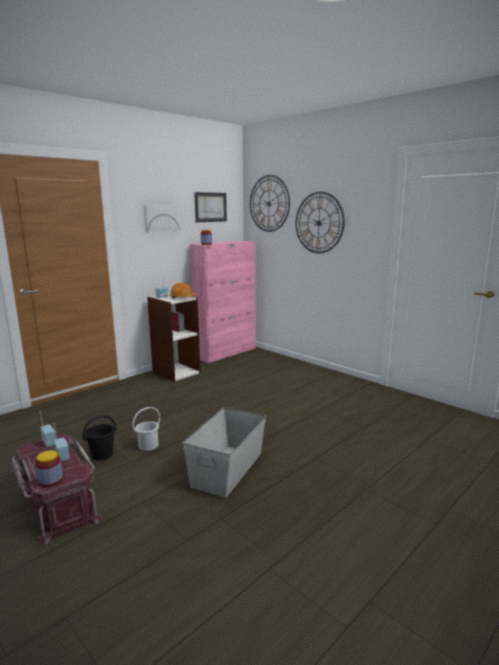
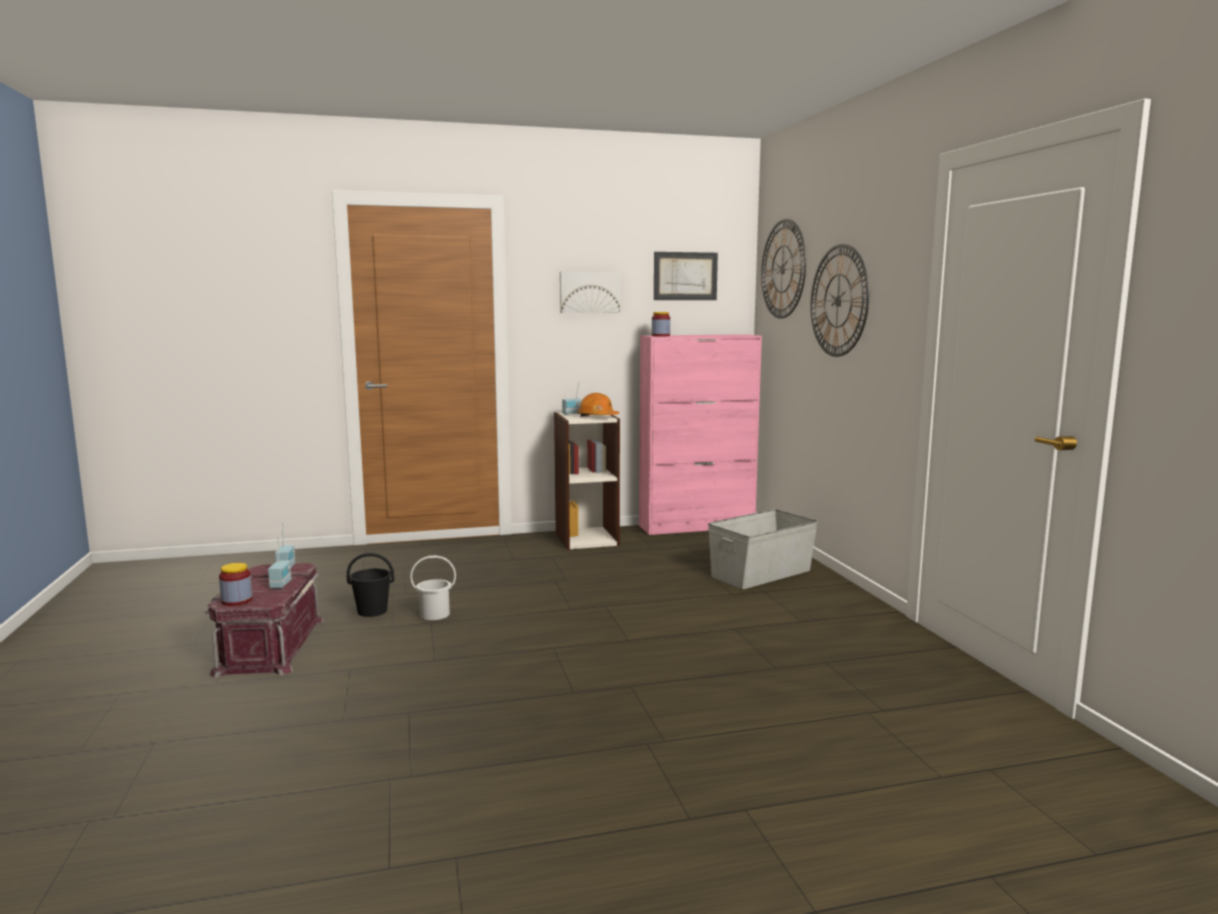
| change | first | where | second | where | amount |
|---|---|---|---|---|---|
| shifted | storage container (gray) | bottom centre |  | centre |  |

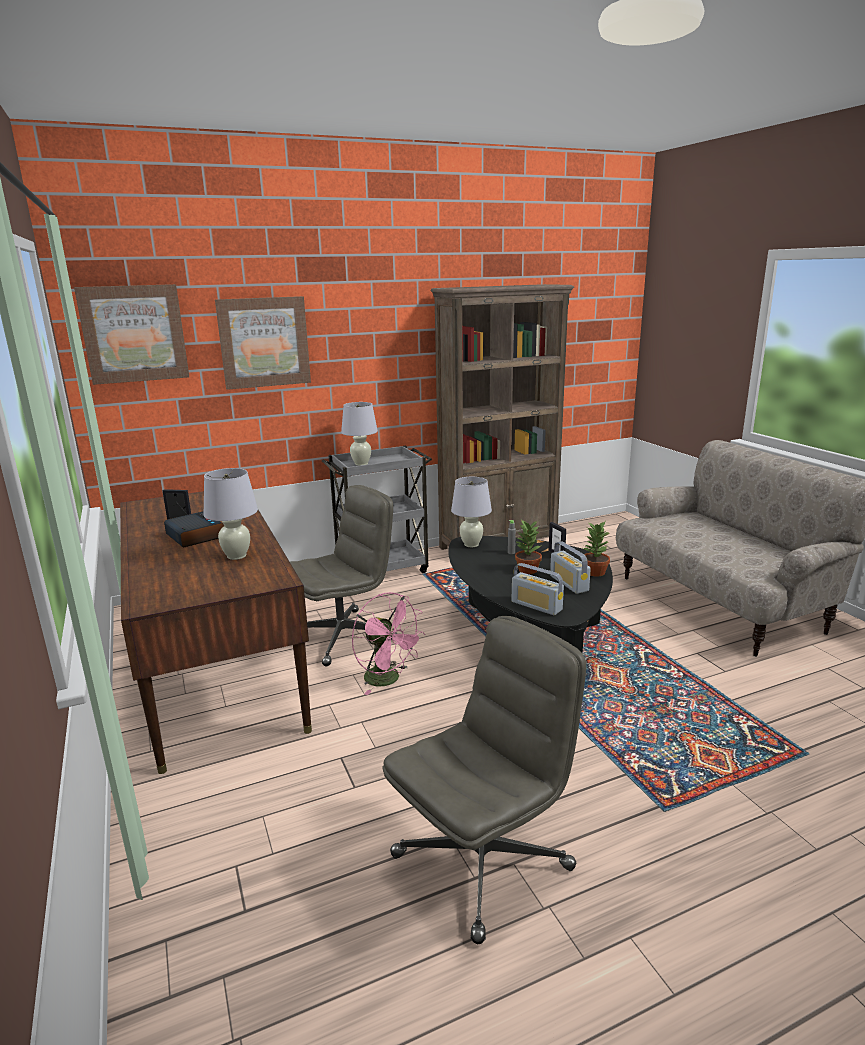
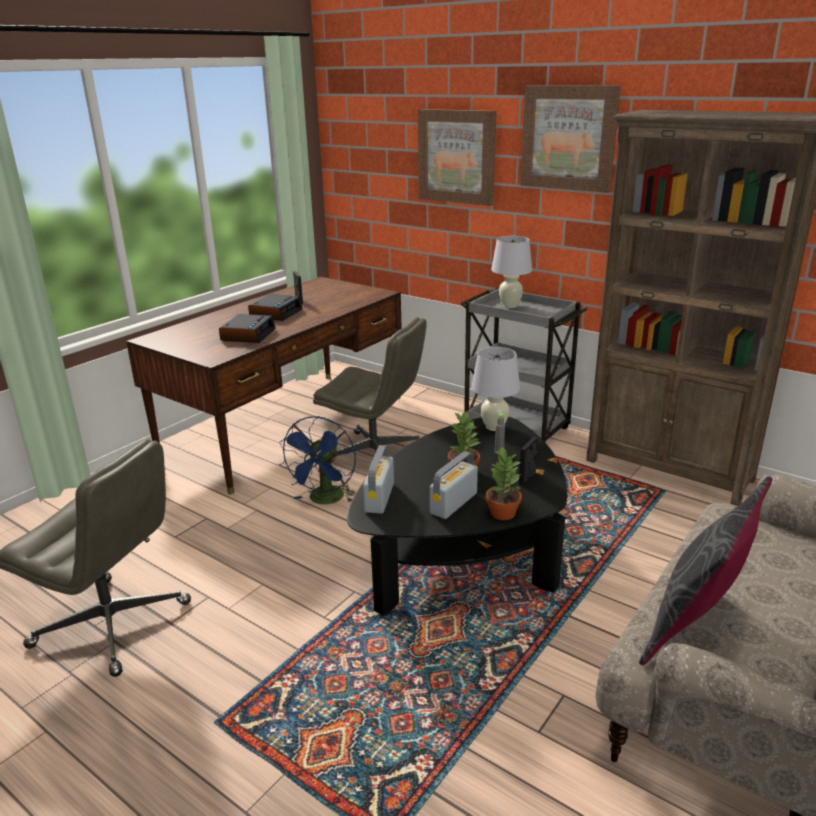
| change | first | where | second | where | amount |
|---|---|---|---|---|---|
| shifted | wall picture (no. 1 from left in the first image) | top left | wall picture (no. 2 from left) | top right |  |
| swapped | tabletop lamp (whitish) (no. 1 from left) | middle left | table clock (no. 1 from left) | middle left |  |
| repainted | fan (pinkish) | centre | fan (blue-coloured) | centre |  |
| new |  |  | pillow (gray) | bottom right |  |

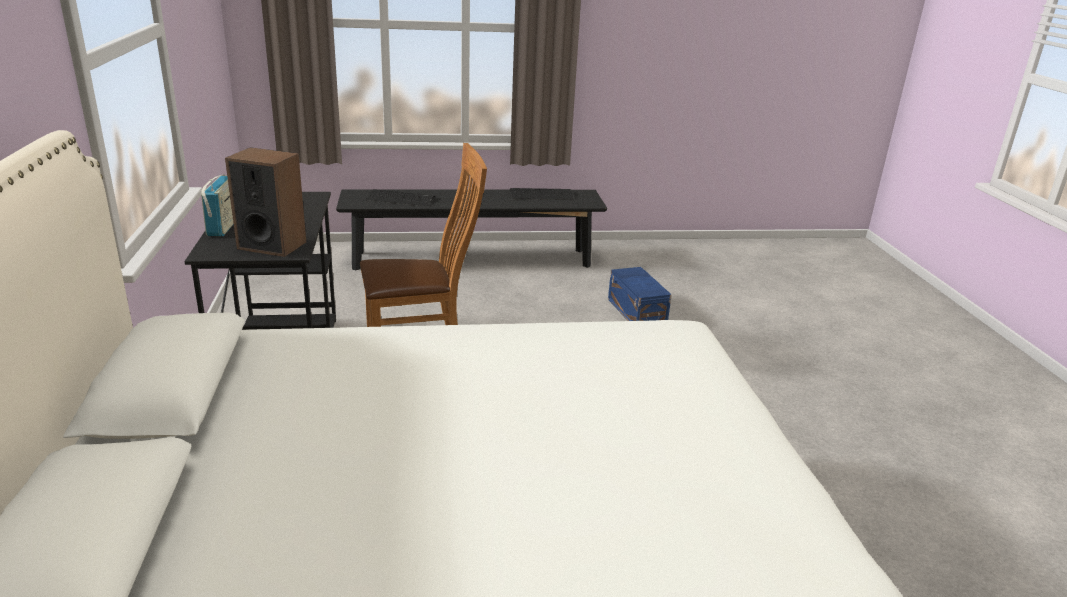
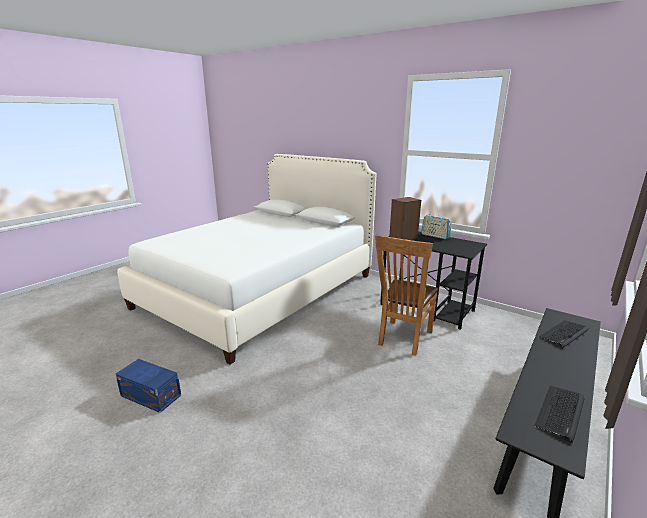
| change | first | where | second | where | amount |
|---|---|---|---|---|---|
| shifted | storage container (blue-coloured) | centre |  | bottom left |  |

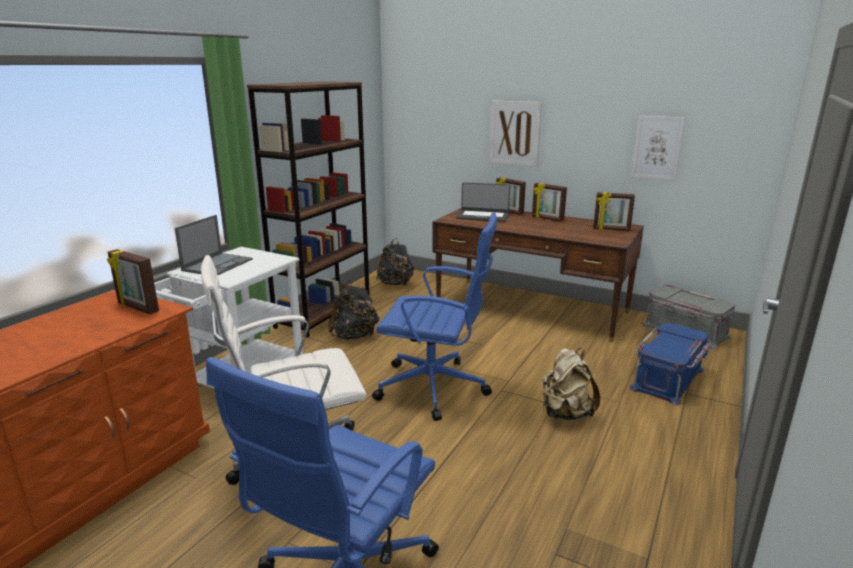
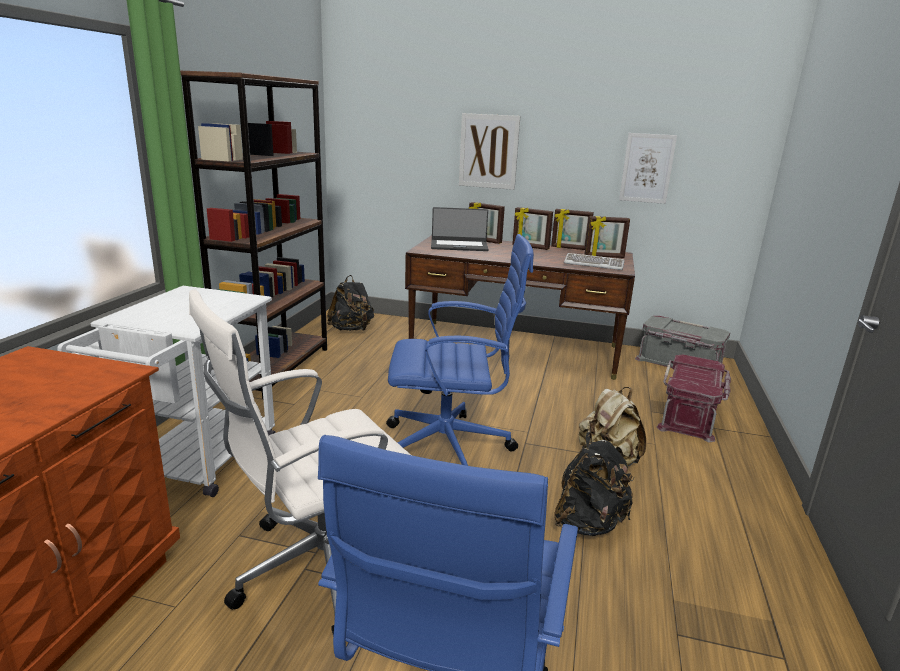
| change | first | where | second | where | amount |
|---|---|---|---|---|---|
| shifted | picture frame (no. 1 from left in the first image) | middle left | picture frame (no. 3 from left) | centre |  |
| gone | notebook computer (no. 1 from left) | middle left |  |  |  |
| shifted | knapsack (black-coloured) (no. 1 from left in the first image) | centre | knapsack (black-coloured) (no. 2 from left) | bottom centre |  |
| repainted | storage container (blue-coloured) | middle right | storage container (reddish) | middle right |  |
| new |  |  | PC keyboard | centre |  |

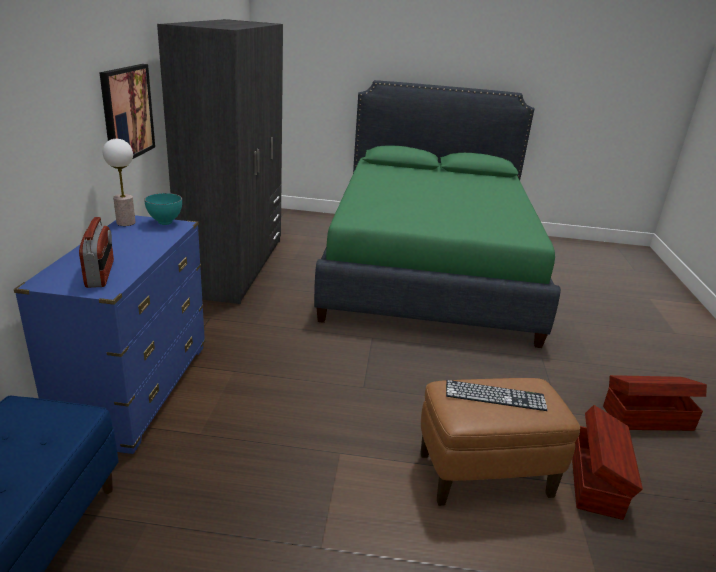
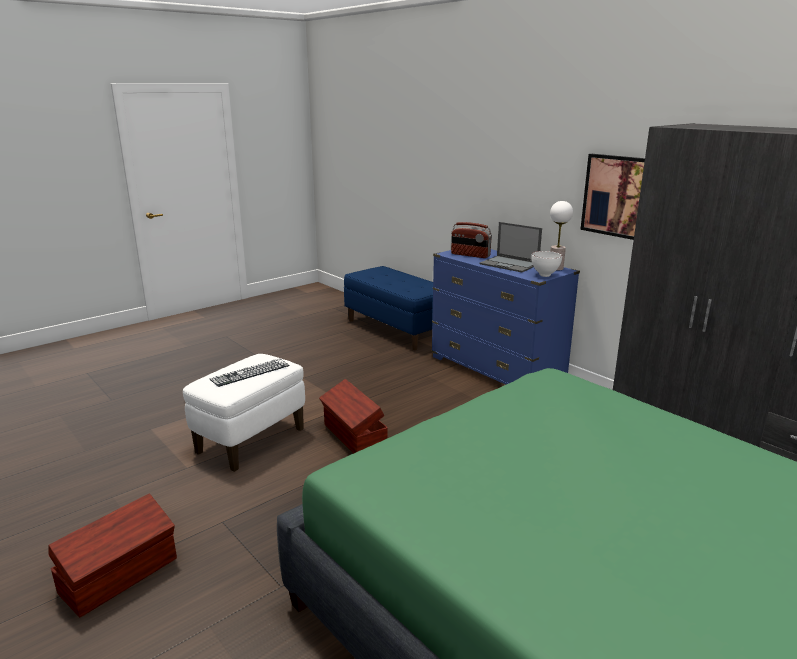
| change | first | where | second | where | amount |
|---|---|---|---|---|---|
| repainted | bowl (blue-green) | middle left | bowl (whitish) | middle right |  |
| repainted | footrest (brownish) | bottom right | footrest (whitish) | middle left |  |
| shifted | storage container (brownish) (no. 1 from left in the first image) | bottom right | storage container (brownish) (no. 2 from left) | centre |  |
| new |  |  | notebook computer | centre |  |

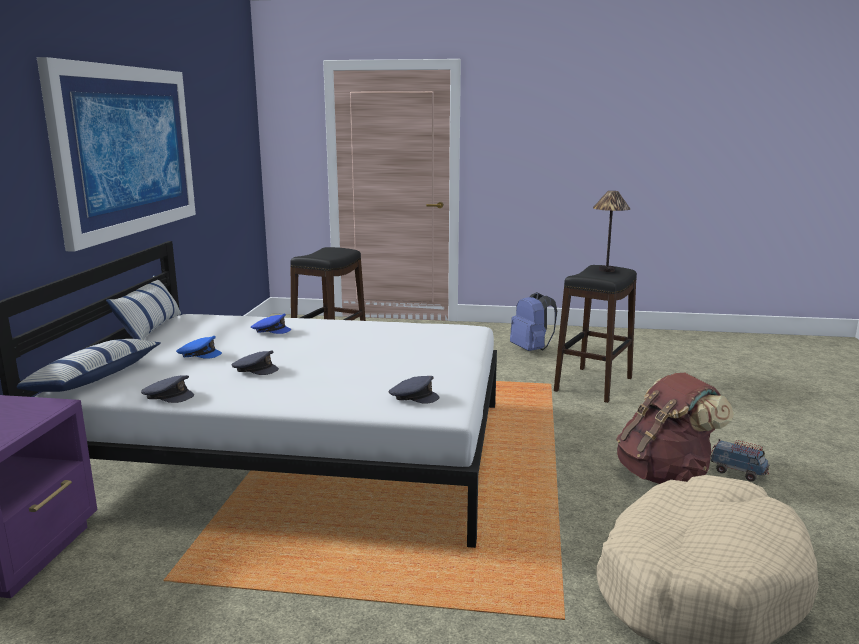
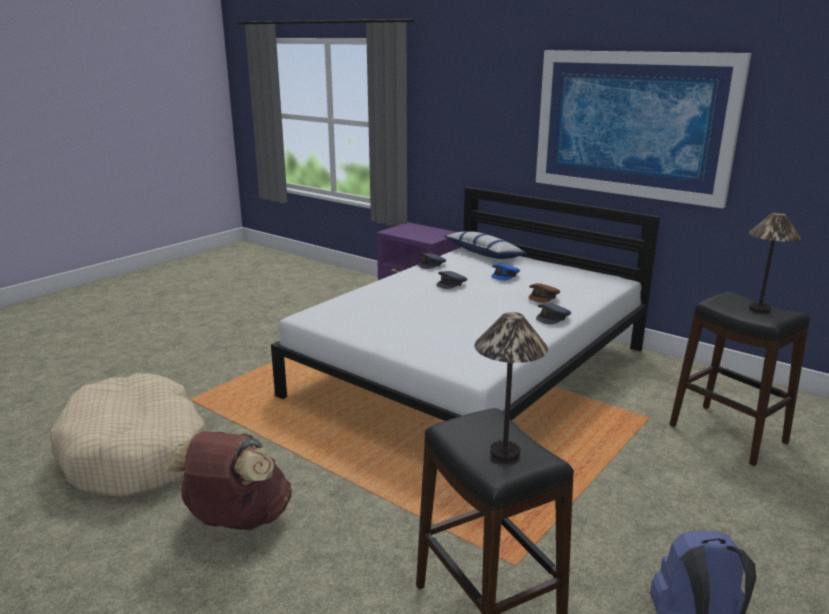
| change | first | where | second | where | amount |
|---|---|---|---|---|---|
| gone | pillow (no. 2 from left) | middle left |  |  |  |
| repainted | peaked cap (blue-coloured) (no. 2 from left) | middle left | peaked cap (brownish) | centre |  |
| shifted | peaked cap (gray) (no. 3 from left) | centre |  | middle right |  |
| gone | toy lorry | bottom right |  |  |  |
| new |  |  | tabletop lamp (no. 2 from left) | middle right |  |

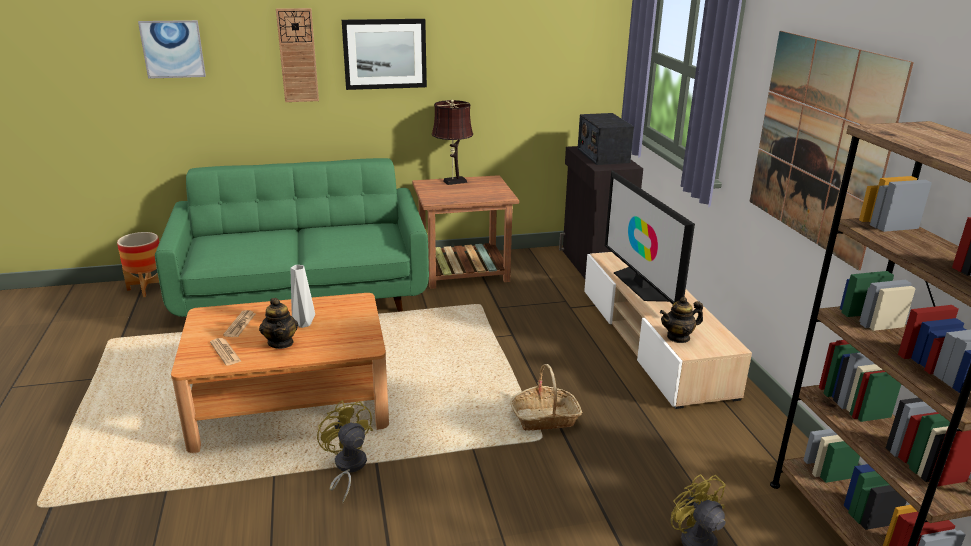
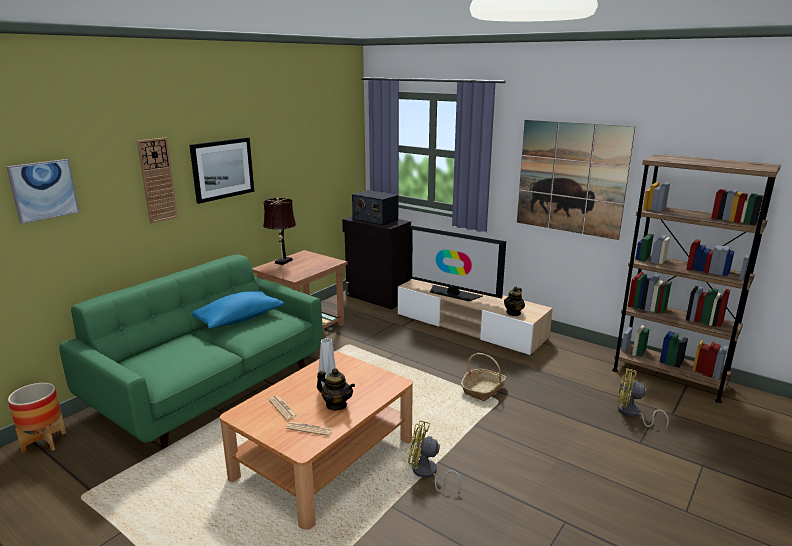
| change | first | where | second | where | amount |
|---|---|---|---|---|---|
| new |  |  | pillow (blue-coloured) | middle left |  |

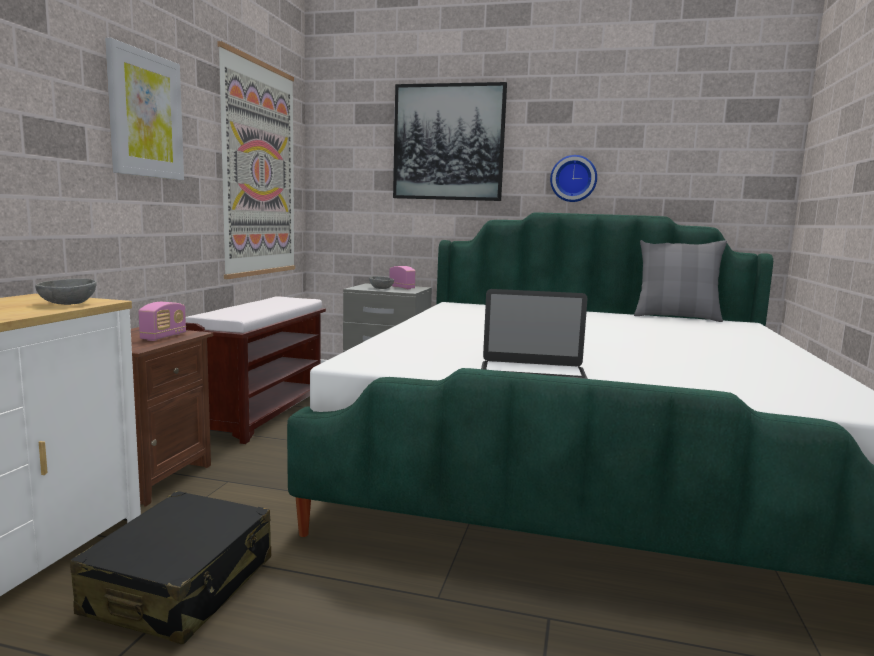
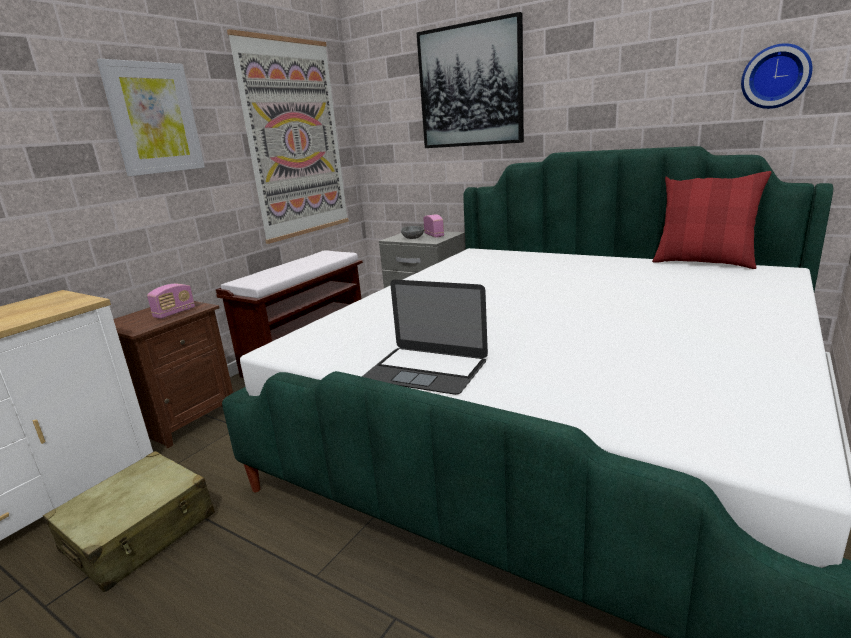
| change | first | where | second | where | amount |
|---|---|---|---|---|---|
| gone | bowl (gray) (no. 1 from left) | middle left |  |  |  |
| repainted | suitcase (black-coloured) | bottom left | suitcase (beige-coloured) | bottom left |  |
| shifted | hanging clock | top centre |  | top right |  |
| repainted | pillow (gray) | middle right | pillow (reddish) | middle right |  |

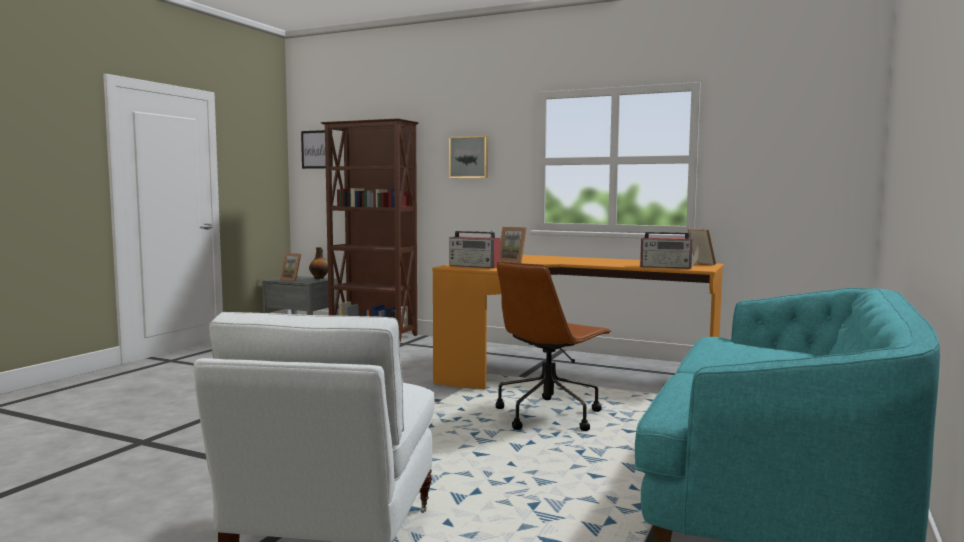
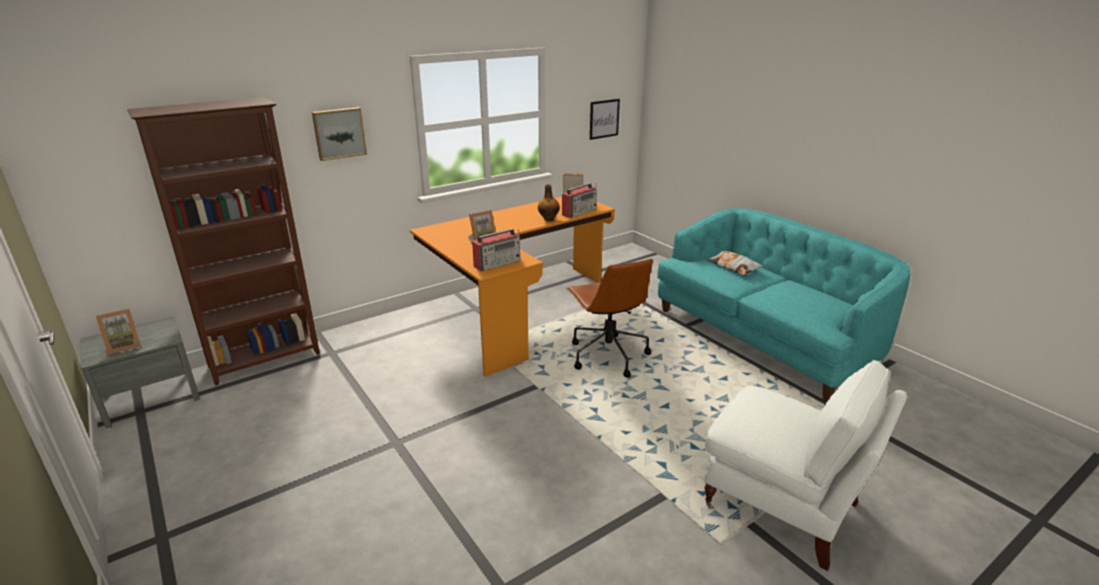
| change | first | where | second | where | amount |
|---|---|---|---|---|---|
| shifted | wall picture (no. 1 from left in the first image) | top left | wall picture (no. 2 from left) | top centre |  |
| shifted | beverage bottle | middle left |  | centre |  |
| new |  |  | pillow | middle right |  |

